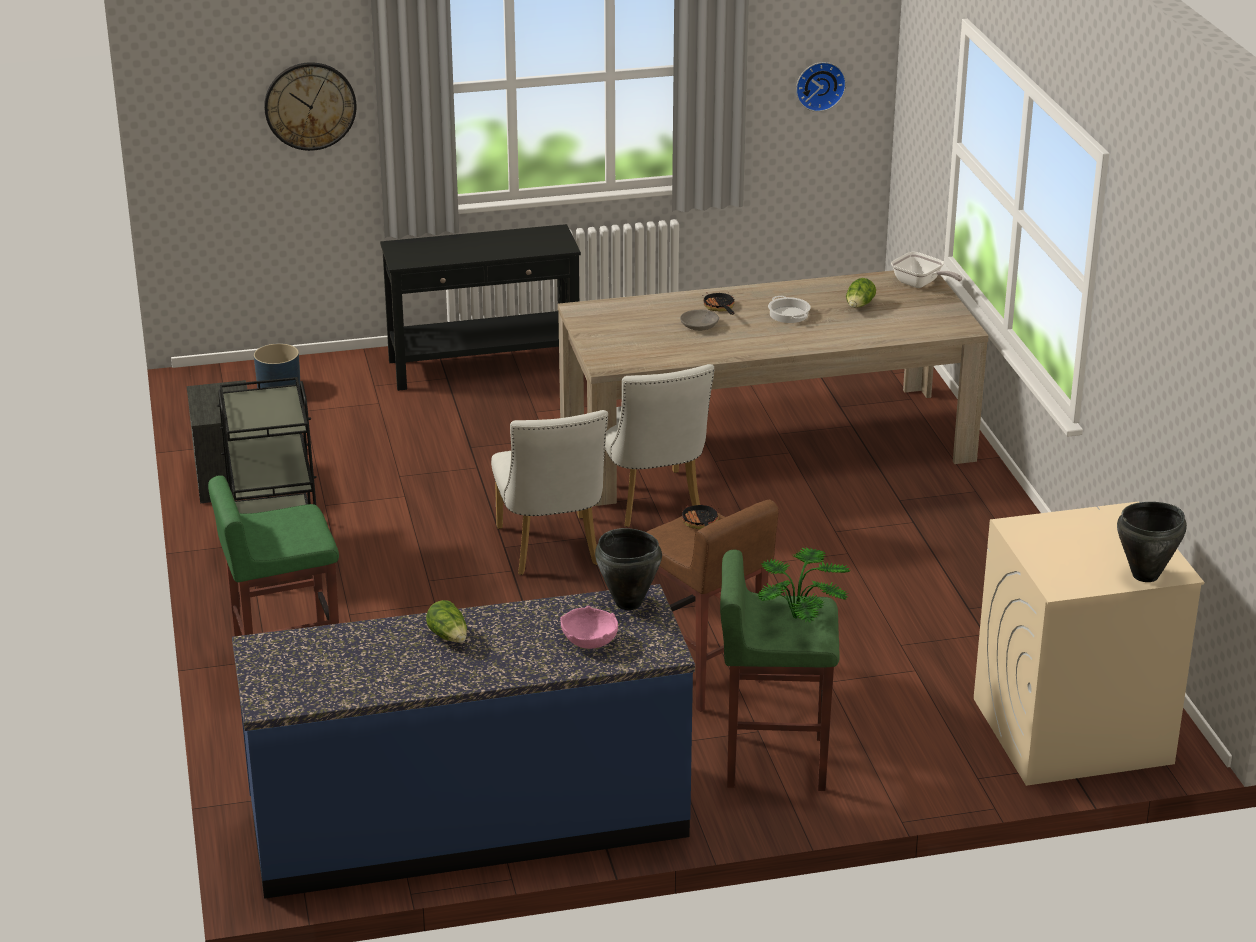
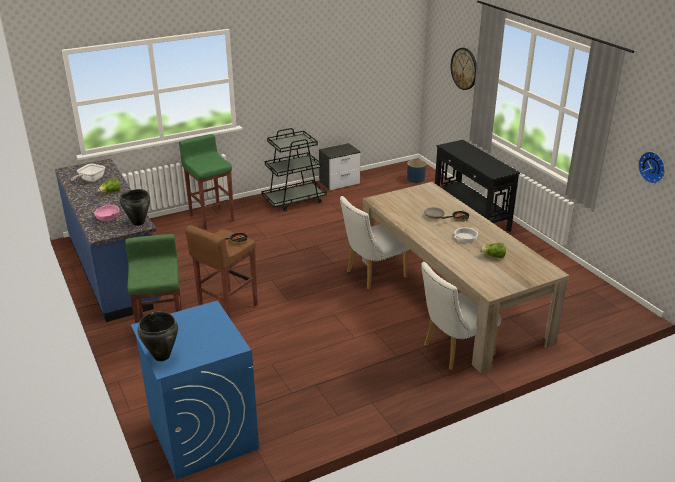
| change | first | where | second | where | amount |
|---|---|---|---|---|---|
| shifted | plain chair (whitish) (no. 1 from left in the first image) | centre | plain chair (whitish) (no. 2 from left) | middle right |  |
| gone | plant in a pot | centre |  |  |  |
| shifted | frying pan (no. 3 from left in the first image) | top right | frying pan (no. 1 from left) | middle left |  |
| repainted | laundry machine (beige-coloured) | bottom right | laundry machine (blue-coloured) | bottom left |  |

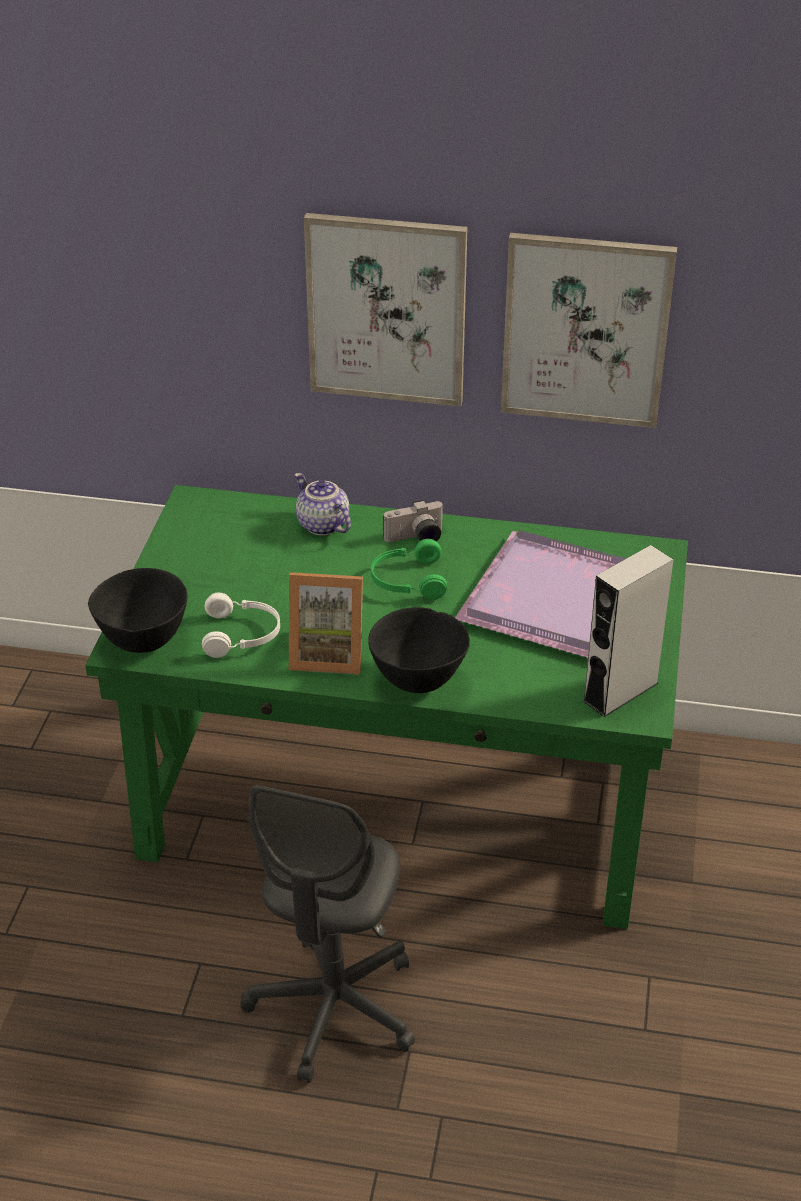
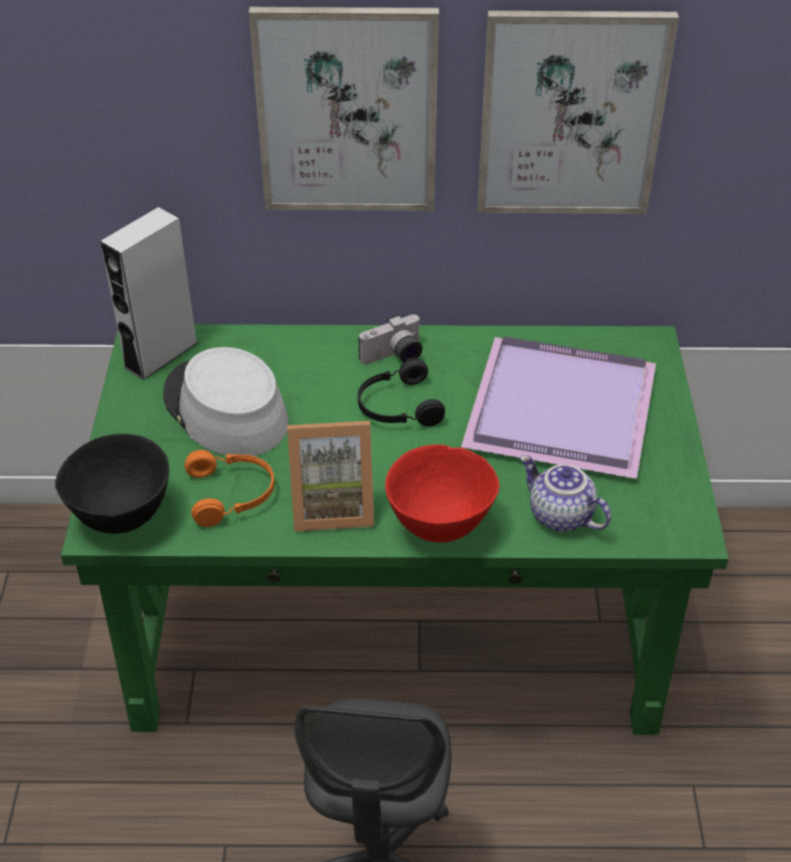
| change | first | where | second | where | amount |
|---|---|---|---|---|---|
| repainted | headphones (whitish) | middle left | headphones (orangey) | middle left |  |
| shifted | teapot | centre |  | middle right |  |
| repainted | bowl (black-coloured) (no. 2 from left) | centre | bowl (reddish) | centre |  |
| repainted | headphones (greenish) | centre | headphones (black-coloured) | centre |  |
| shifted | speaker (gray) | middle right |  | middle left |  |
| new |  |  | clothing hat (gray) | middle left |  |

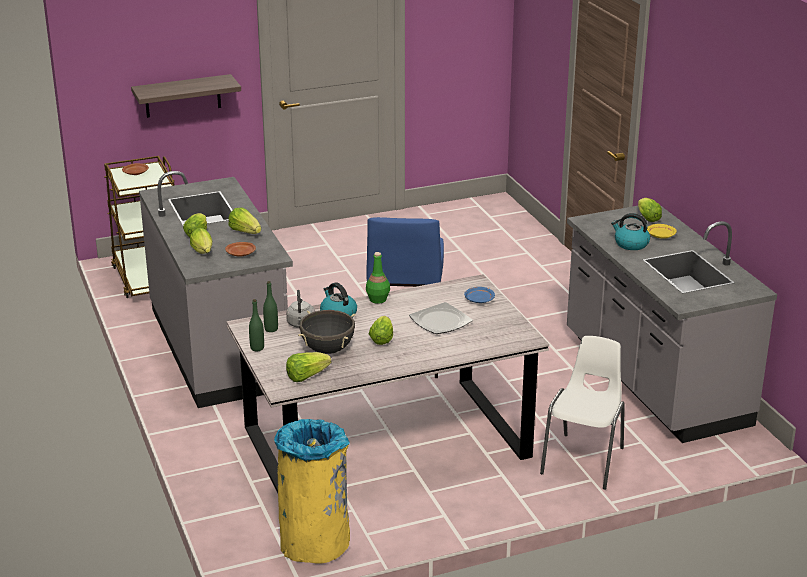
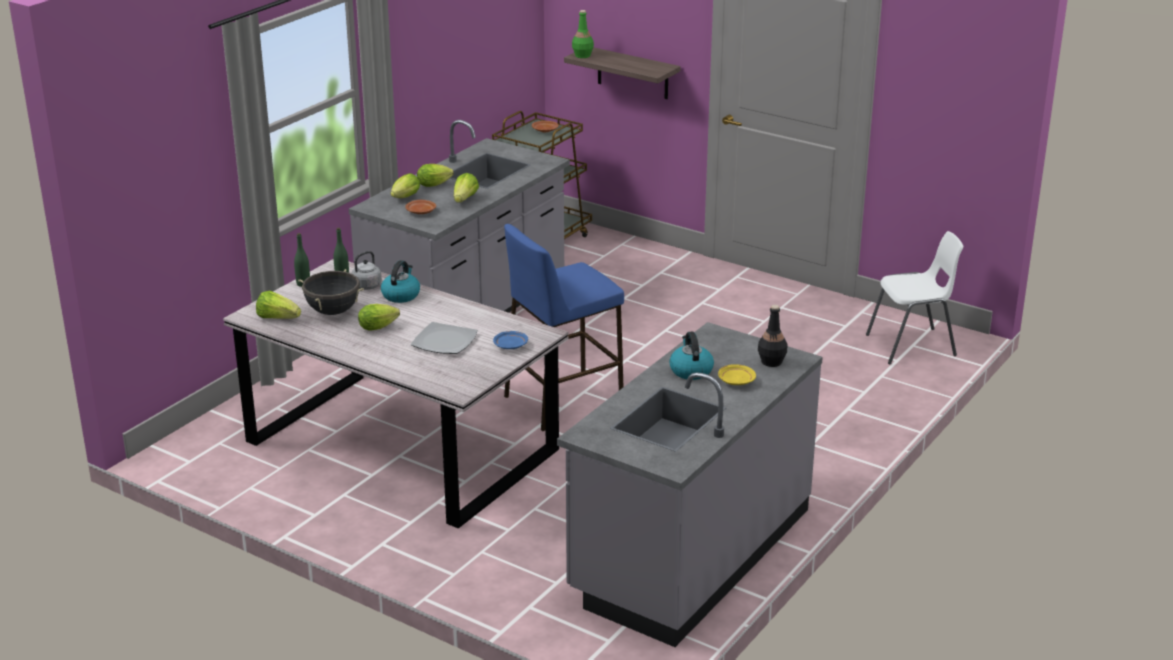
| change | first | where | second | where | amount |
|---|---|---|---|---|---|
| gone | trash can (yellowish) | bottom centre |  |  |  |
| shifted | beverage bottle (greenish) (no. 3 from left) | centre |  | top centre |  |
| shifted | plain chair (whitish) | bottom right |  | middle right |  |
| swapped | lettuce (no. 6 from left) | middle right | beverage bottle (black-coloured) | centre |  |

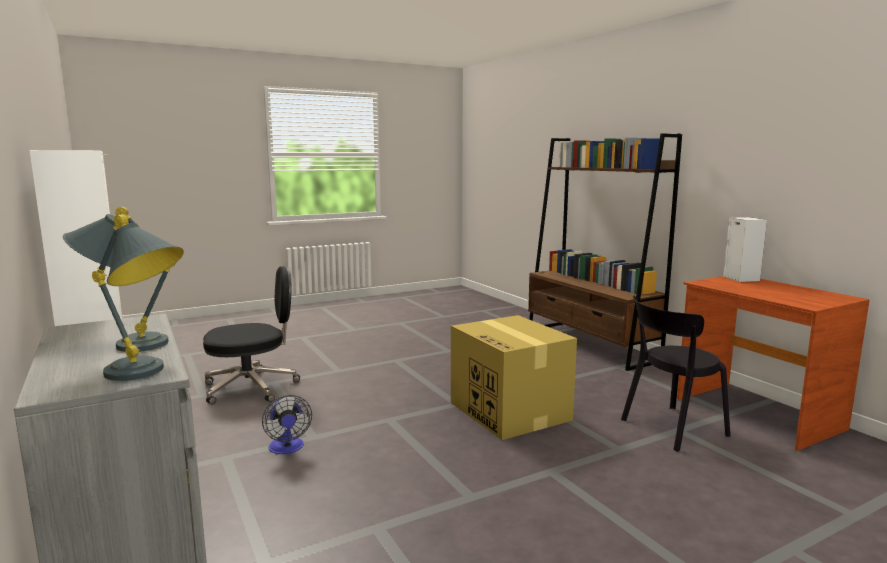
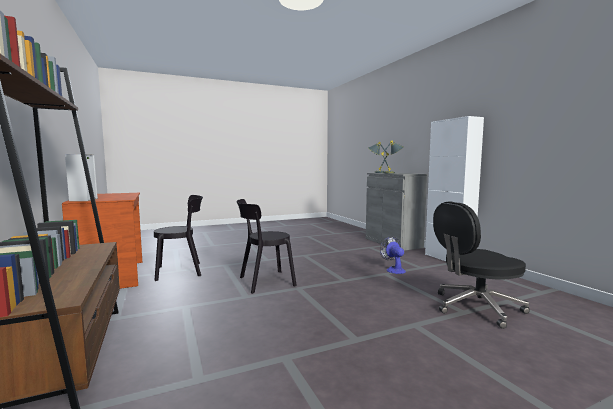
| change | first | where | second | where | amount |
|---|---|---|---|---|---|
| swapped | packing box | bottom centre | plain chair (black-coloured) (no. 2 from left) | centre |  |

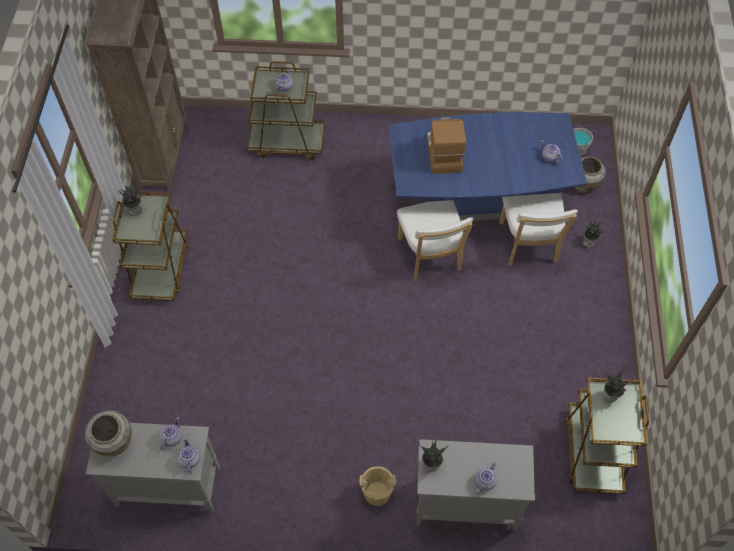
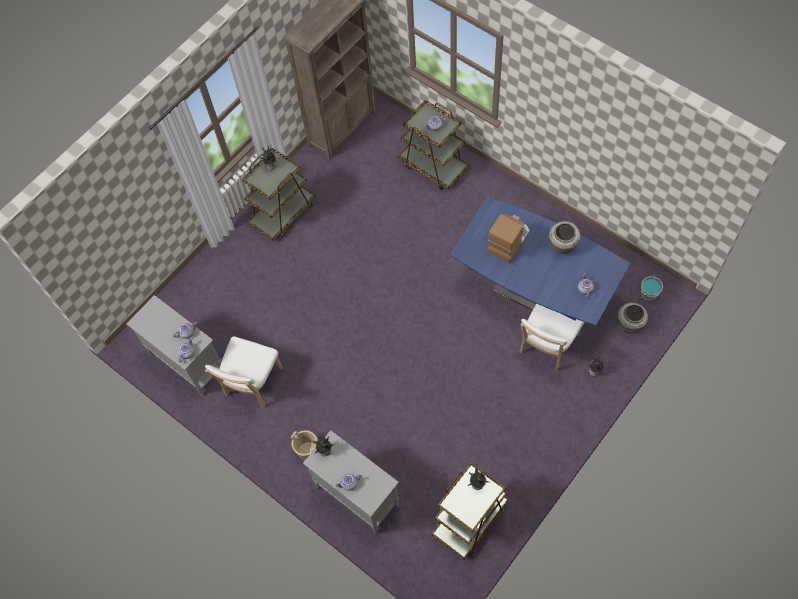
| change | first | where | second | where | amount |
|---|---|---|---|---|---|
| shifted | decorative vase (beige-coloured) (no. 1 from left) | bottom left |  | middle right |  |
| shifted | plain chair (whitish) (no. 1 from left) | centre |  | middle left |  |

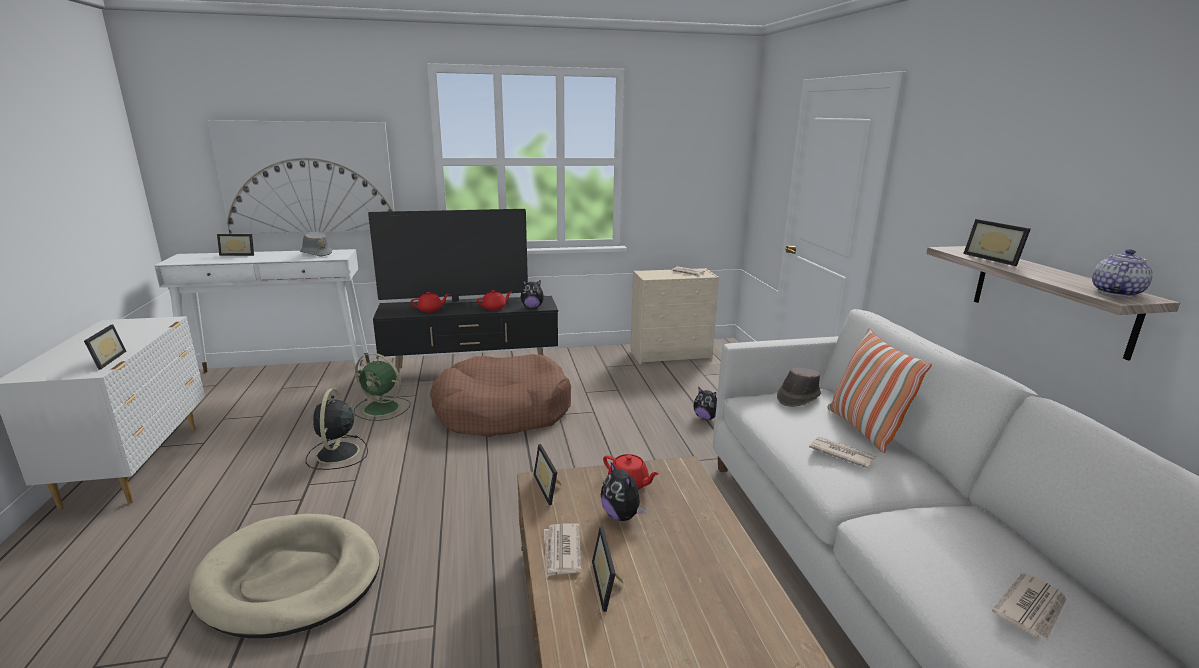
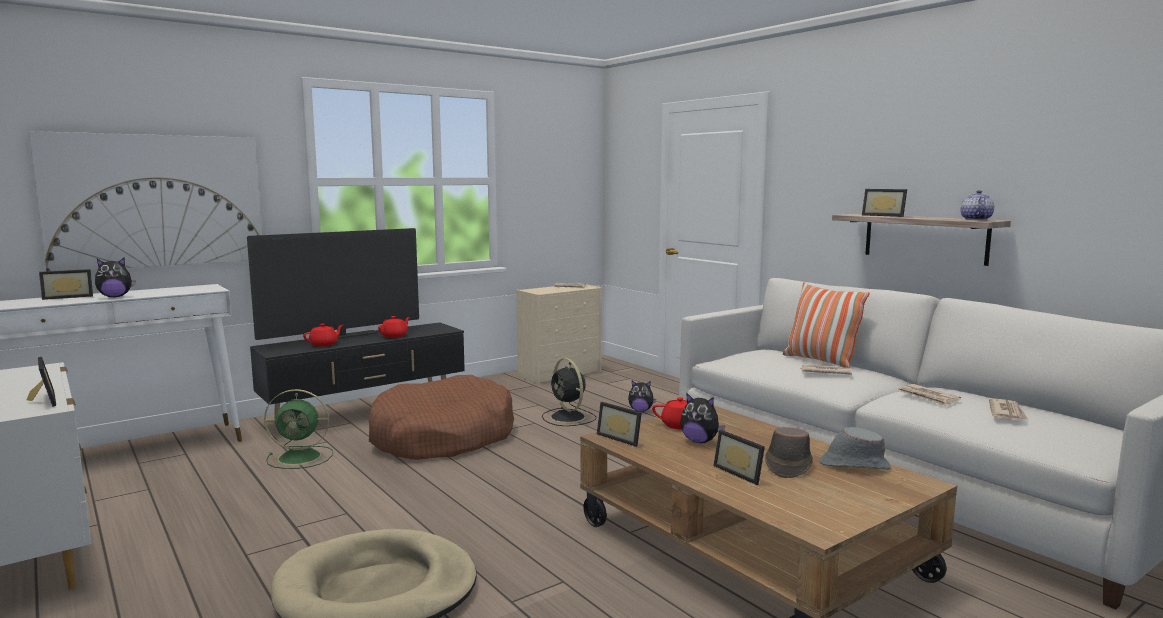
| change | first | where | second | where | amount |
|---|---|---|---|---|---|
| shifted | clothing hat (gray) | middle left |  | bottom right |  |
| shifted | fan (black-coloured) | middle left |  | centre |  |
| shifted | plush toy (no. 1 from left) | centre |  | middle left |  |
| shifted | printed paper (no. 1 from left in the first image) | bottom centre | printed paper (no. 3 from left) | middle right |  |
| shifted | clothing hat (brownish) | centre |  | bottom right |  |

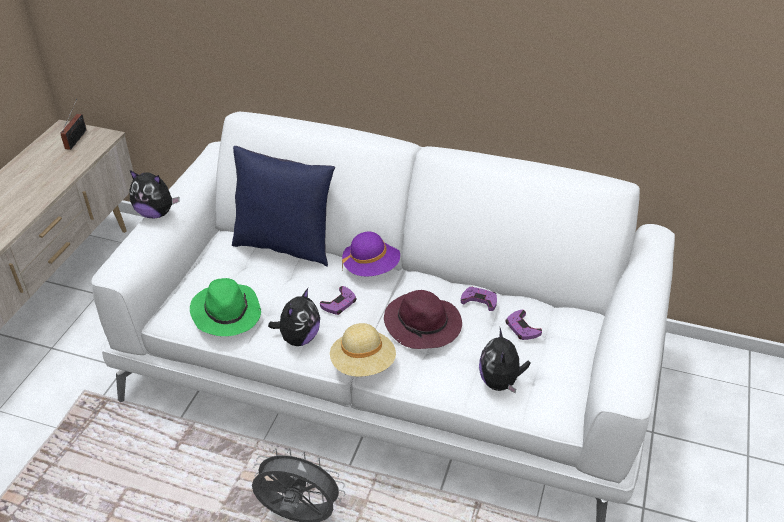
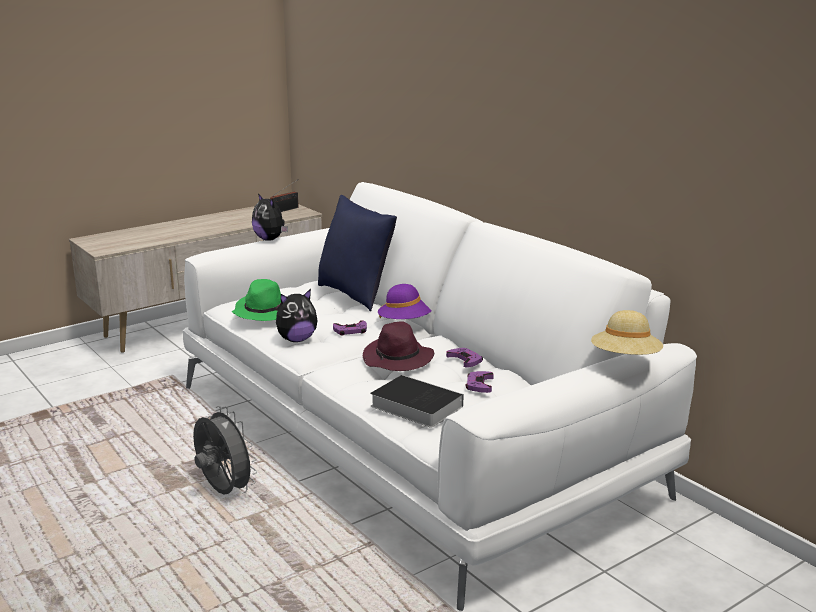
| change | first | where | second | where | amount |
|---|---|---|---|---|---|
| shifted | clothing hat (beige-coloured) | bottom centre |  | middle right |  |
| swapped | plush toy (no. 3 from left) | bottom centre | book | centre |  |

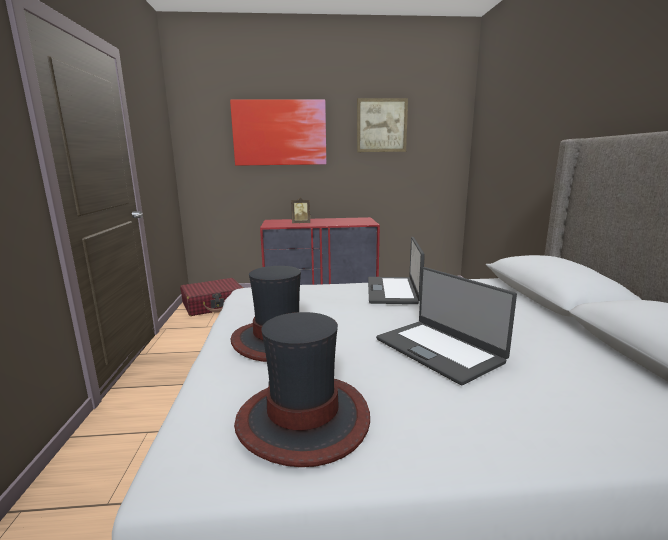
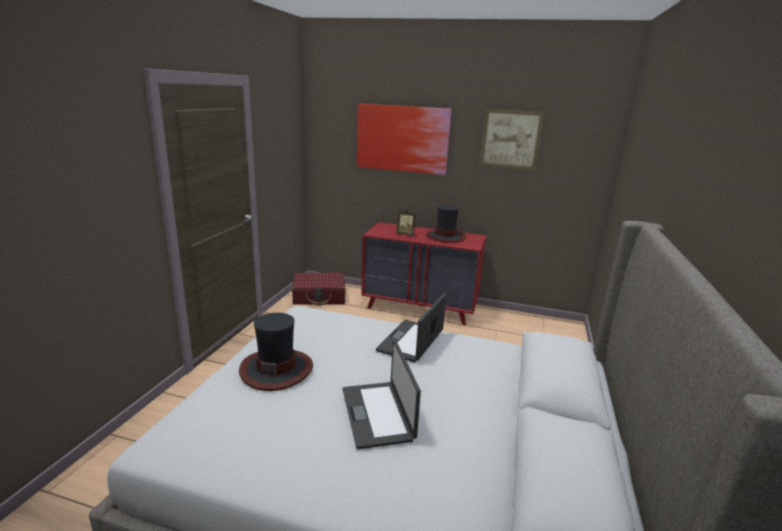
| change | first | where | second | where | amount |
|---|---|---|---|---|---|
| shifted | clothing hat (no. 2 from left) | bottom centre |  | centre |  |

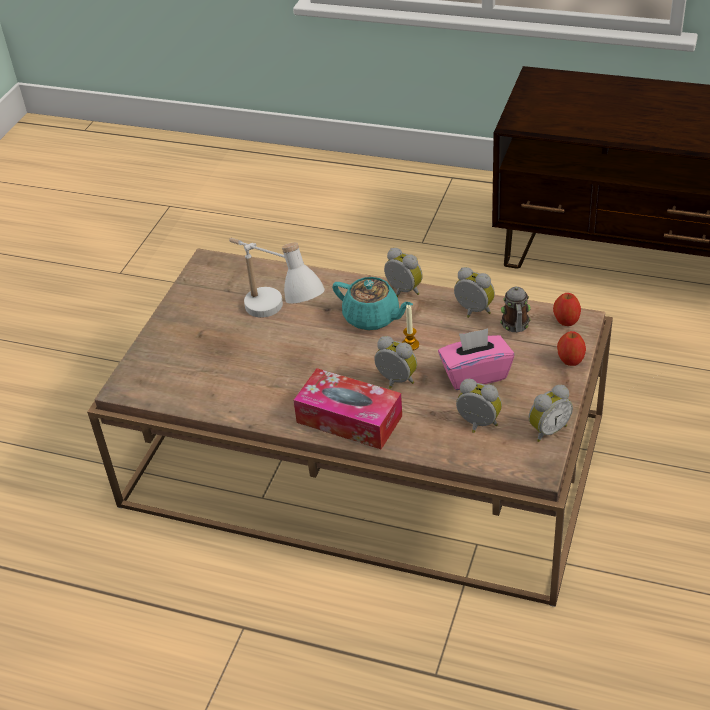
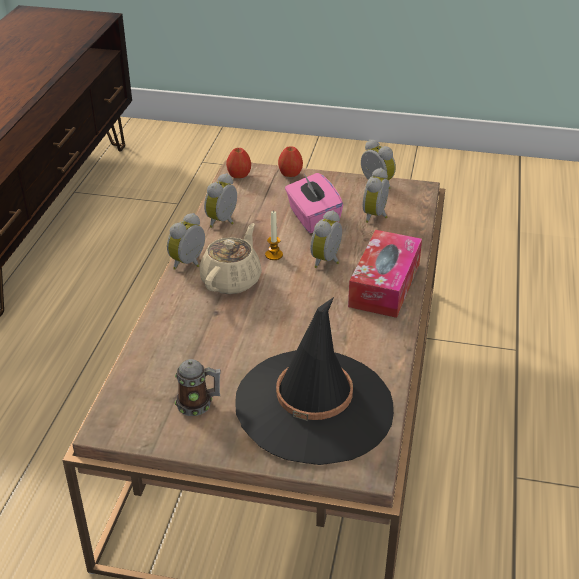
| change | first | where | second | where | amount |
|---|---|---|---|---|---|
| gone | tabletop lamp (whitish) | centre |  |  |  |
| repainted | teapot (blue-green) | centre | teapot (beige-coloured) | centre |  |
| shifted | coffee mug | middle right |  | bottom centre |  |
| new |  |  | clothing hat (black-coloured) | centre |  |

